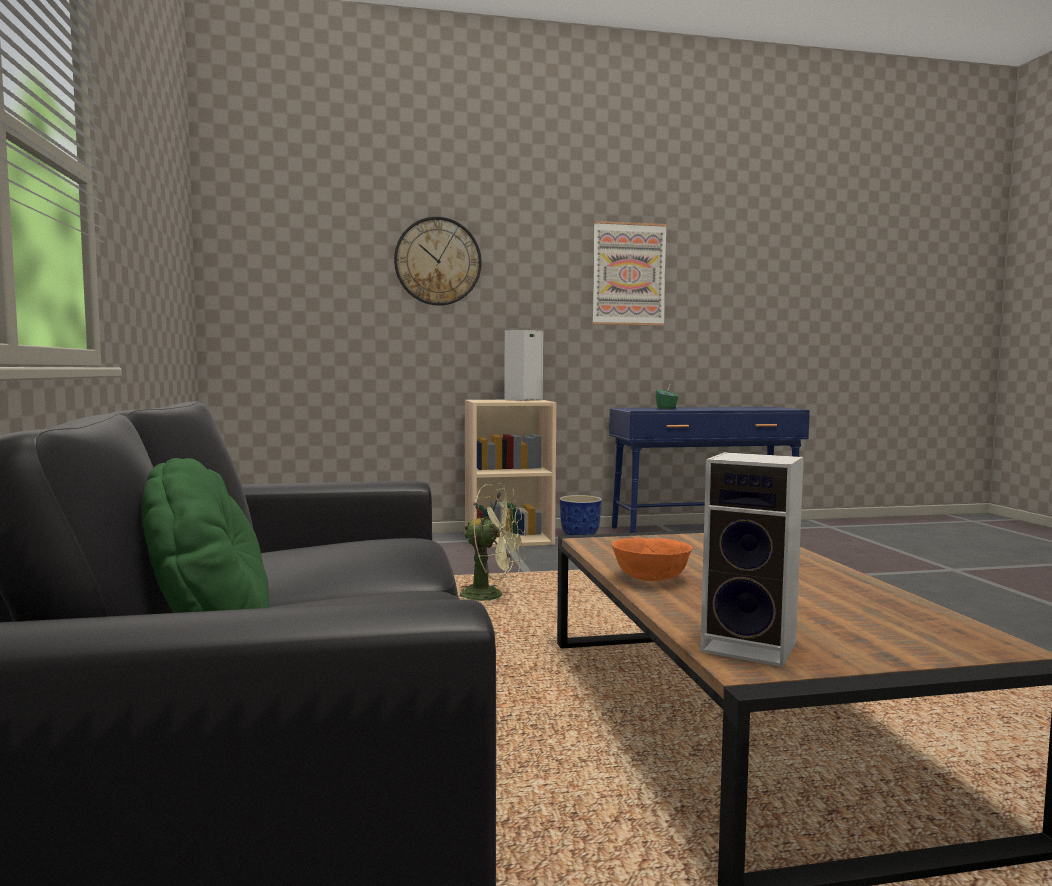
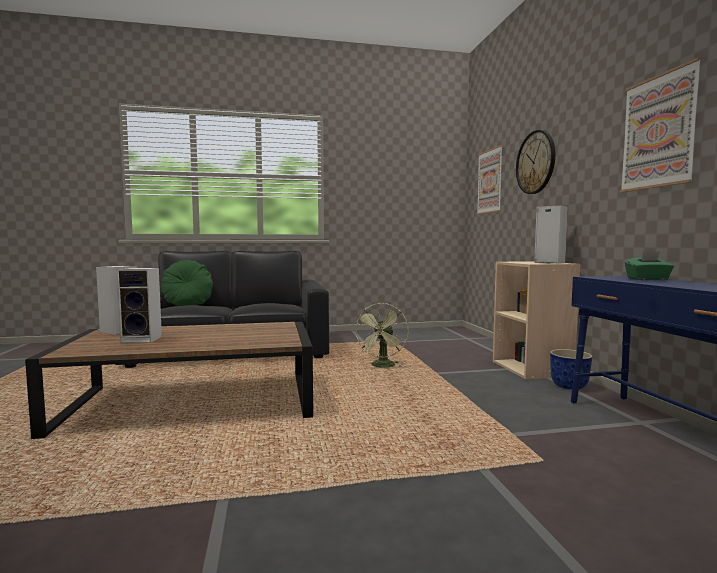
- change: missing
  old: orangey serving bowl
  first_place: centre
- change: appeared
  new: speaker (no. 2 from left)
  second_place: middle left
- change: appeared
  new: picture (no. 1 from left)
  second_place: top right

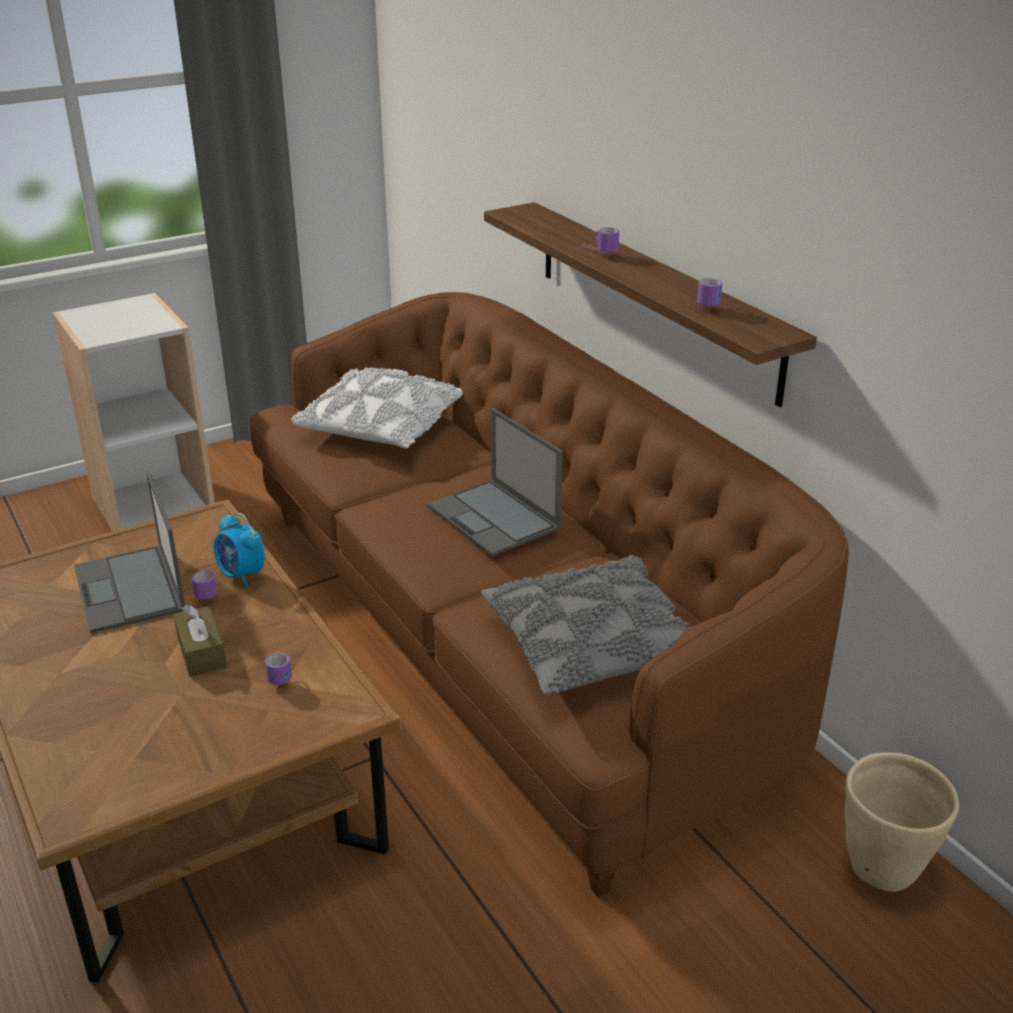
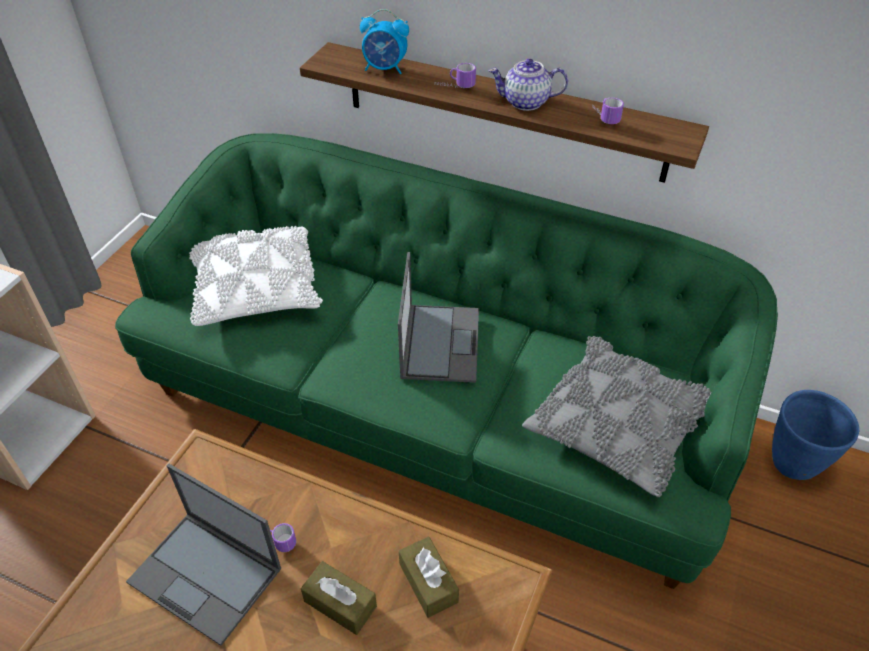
- change: appeared
  new: pot for tea
  second_place: top centre
- change: relocated
  old: alarm clock
  first_place: middle left
  second_place: top centre
- change: exchanged
  old: tea mug (no. 2 from left)
  new: brownish box of tissues (no. 2 from left)
  first_place: middle left
  second_place: bottom centre
- change: colour
  old: brownish settee
  new: greenish settee
  first_place: centre
  second_place: centre
- change: colour
  old: sand-coloured flower pot
  new: blue flower pot
  first_place: bottom right
  second_place: bottom right
- change: spun
  old: notebook computer (no. 2 from left)
  first_place: centre
  second_place: centre
  degrees: -105

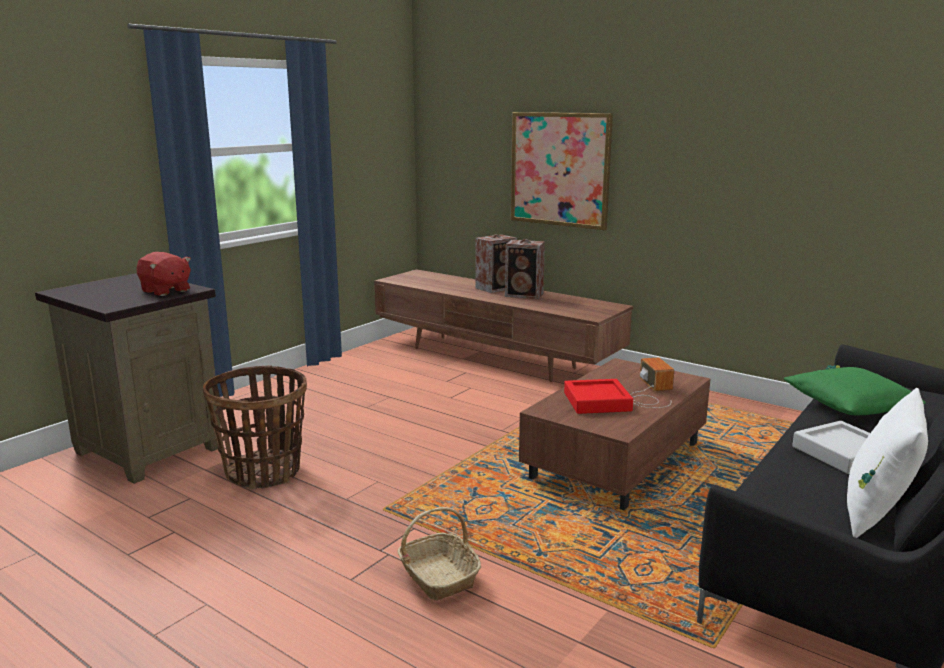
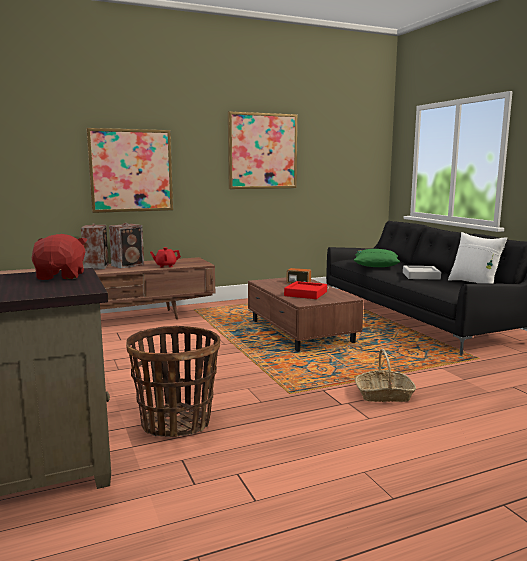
- change: appeared
  new: red-coloured pot for tea
  second_place: middle left
- change: appeared
  new: picture (no. 2 from left)
  second_place: top centre
- change: spun
  old: red-coloured plush toy
  first_place: middle left
  second_place: middle left
  degrees: -75

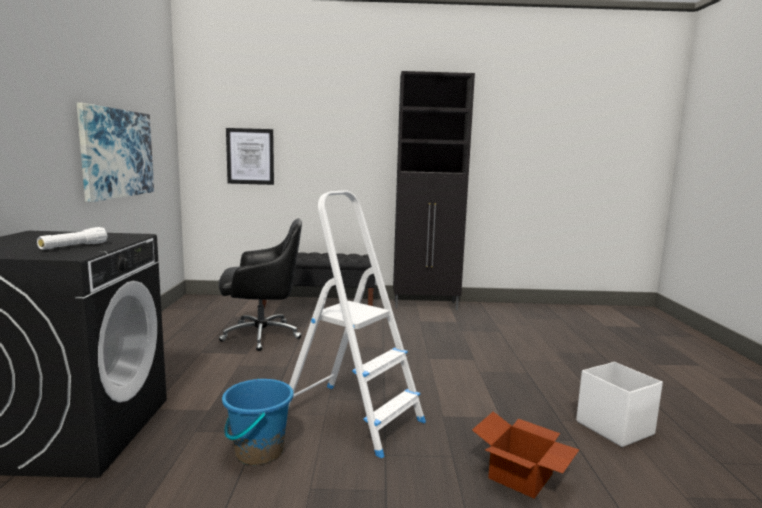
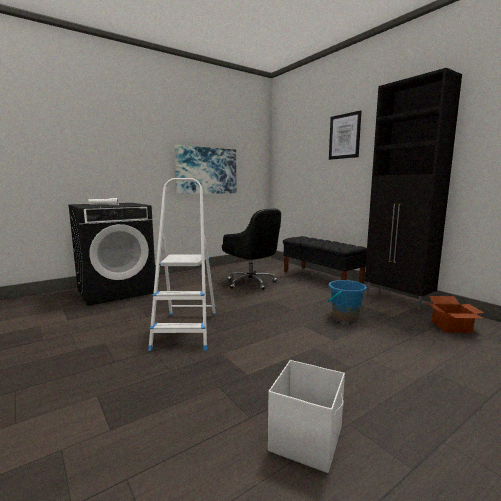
- change: relocated
  old: blue bucket
  first_place: bottom centre
  second_place: middle right
- change: relocated
  old: picture (no. 2 from left)
  first_place: top left
  second_place: top right
- change: relocated
  old: packing box
  first_place: bottom right
  second_place: middle right

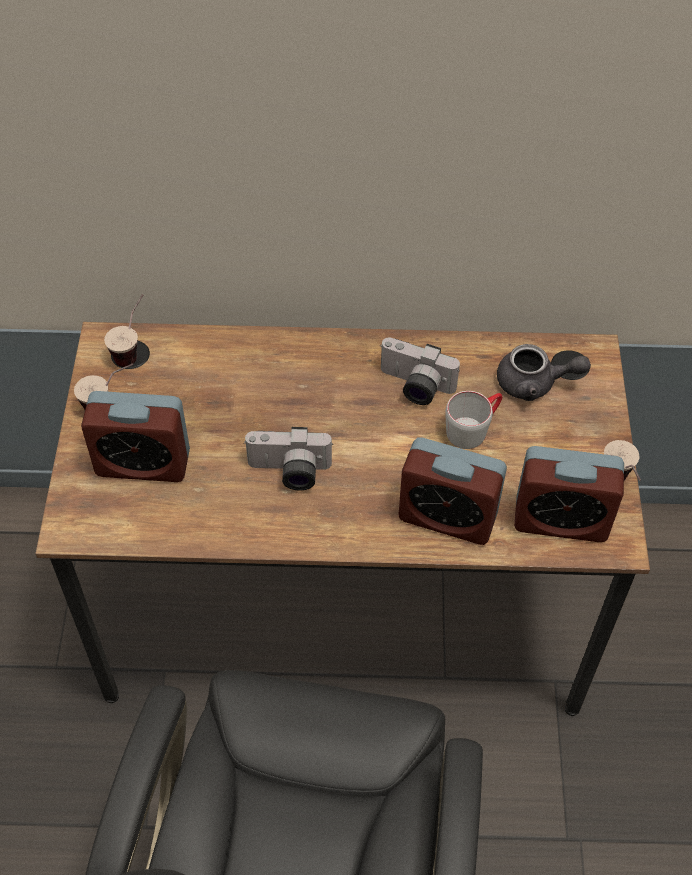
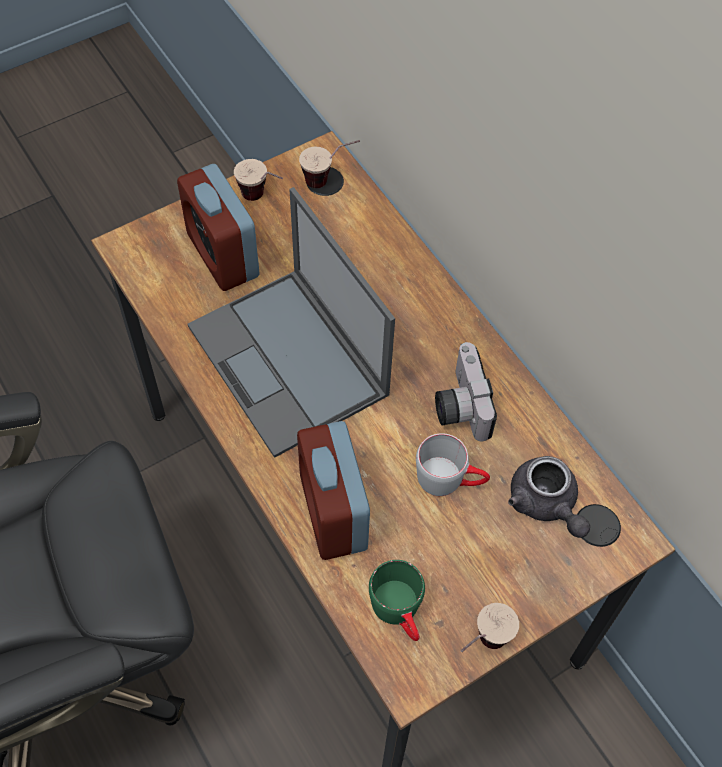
- change: exchanged
  old: still camera (no. 1 from left)
  new: notebook computer
  first_place: centre
  second_place: centre
- change: exchanged
  old: alarm clock (no. 3 from left)
  new: greenish tea mug
  first_place: middle right
  second_place: bottom centre

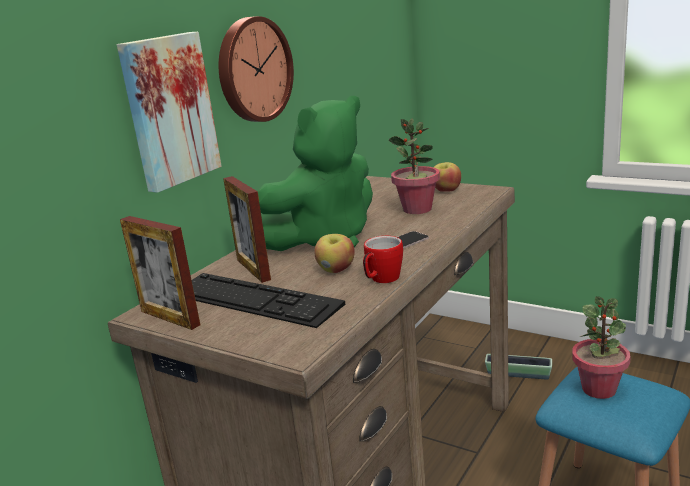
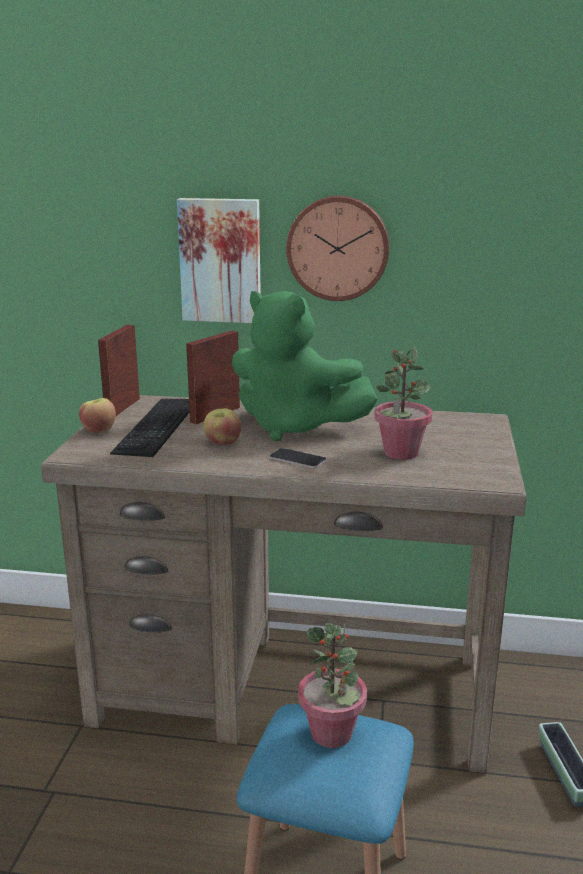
- change: missing
  old: tea mug
  first_place: centre
- change: relocated
  old: apple (no. 2 from left in the first image)
  new: apple (no. 1 from left)
  first_place: centre
  second_place: middle left

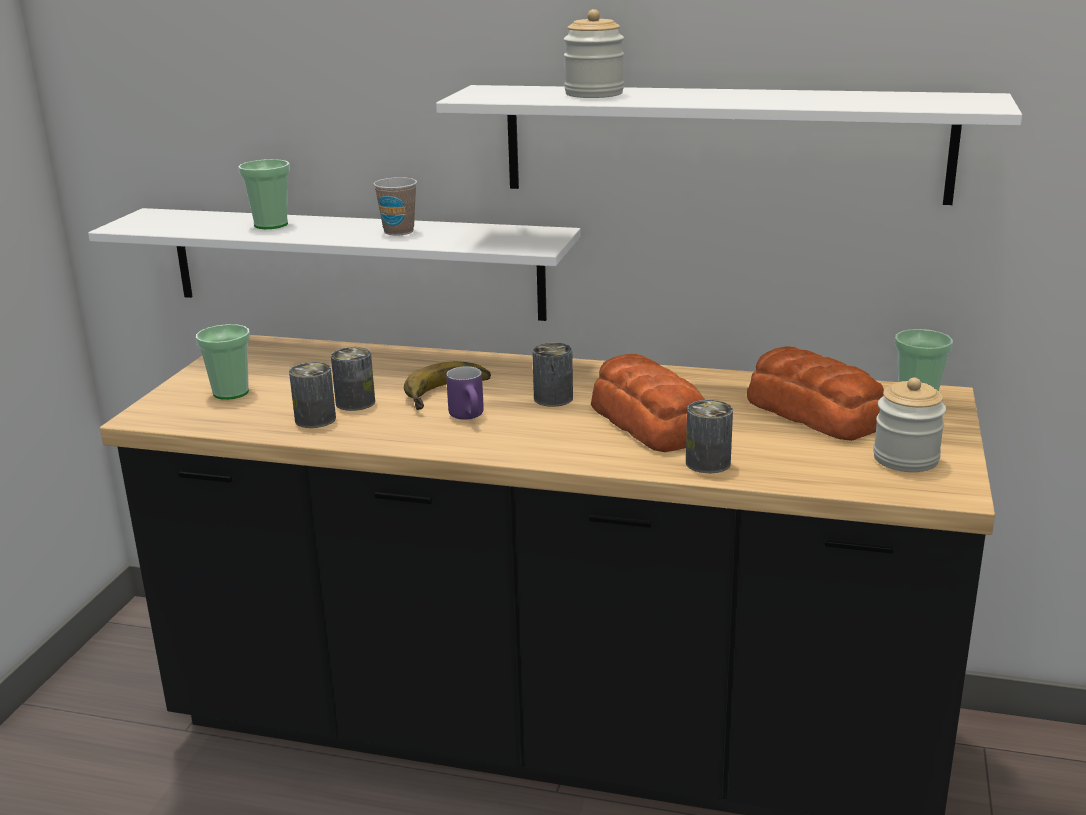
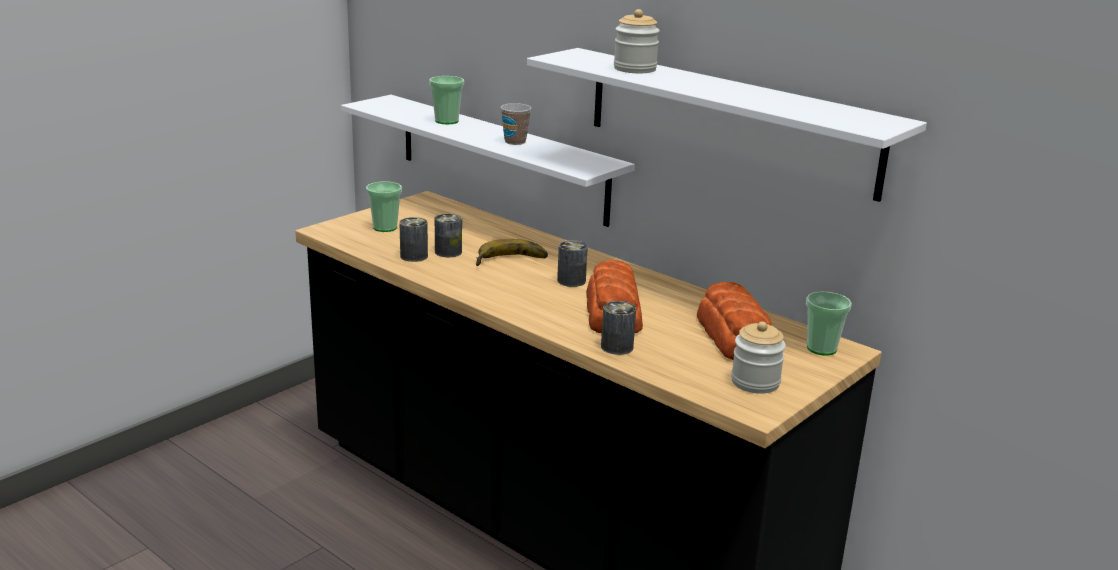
- change: missing
  old: purple tea mug
  first_place: centre

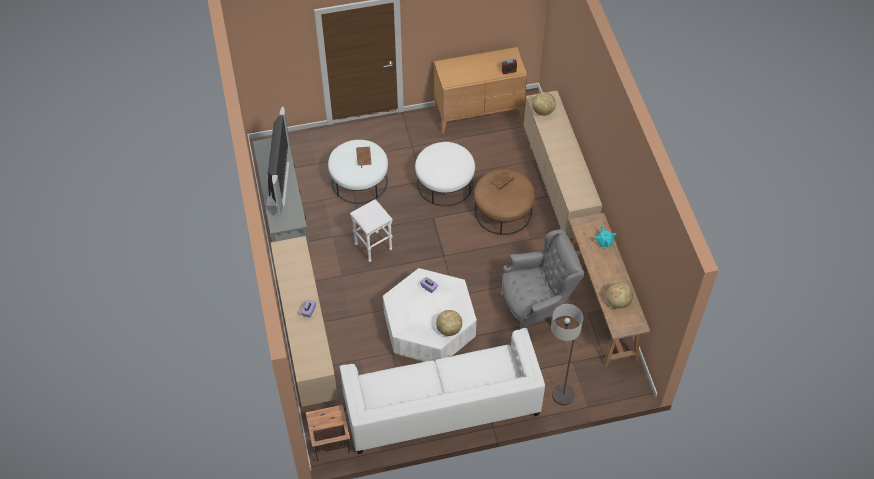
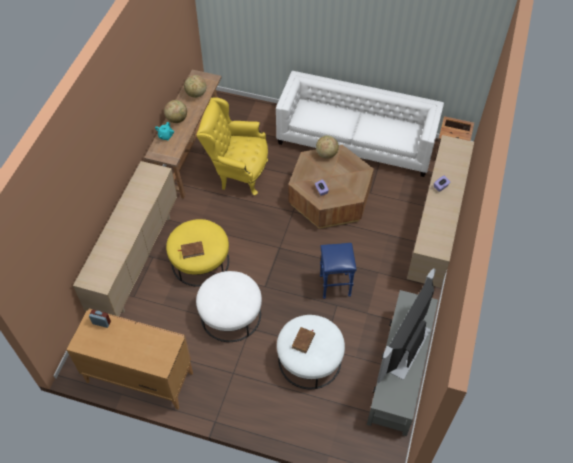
- change: missing
  old: grey floor lamp
  first_place: bottom centre
- change: relocated
  old: world globe (no. 2 from left in the first image)
  new: world globe (no. 1 from left)
  first_place: top centre
  second_place: top left
- change: colour
  old: whitish stool seat
  new: blue stool seat
  first_place: centre
  second_place: centre
- change: colour
  old: whitish low table
  new: brownish low table
  first_place: centre
  second_place: centre
- change: colour
  old: brownish pouffe
  new: yellowish pouffe
  first_place: centre
  second_place: centre
- change: colour
  old: grey lounge chair
  new: yellowish lounge chair
  first_place: centre
  second_place: top centre

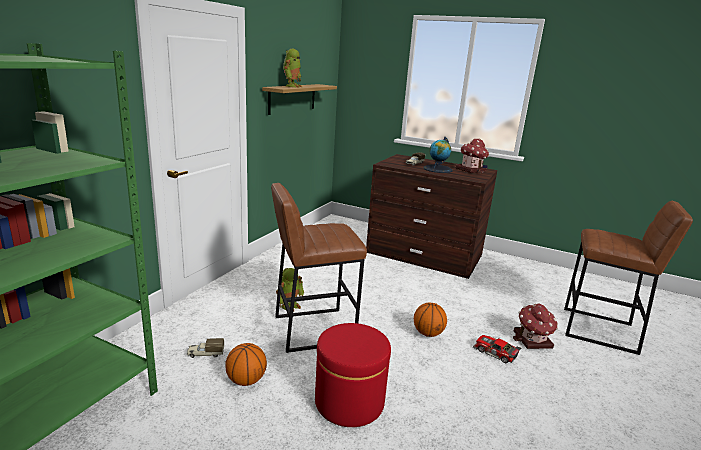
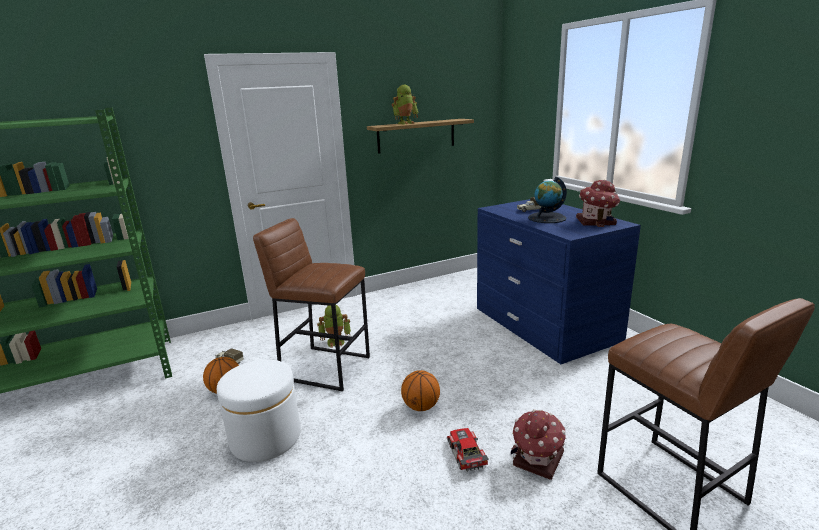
- change: colour
  old: red-coloured pouffe
  new: whitish pouffe
  first_place: bottom centre
  second_place: bottom left
- change: colour
  old: brownish drawer chest
  new: blue drawer chest
  first_place: centre
  second_place: middle right

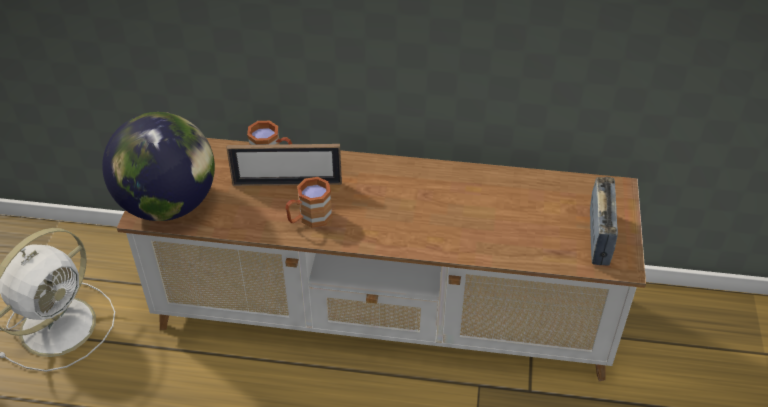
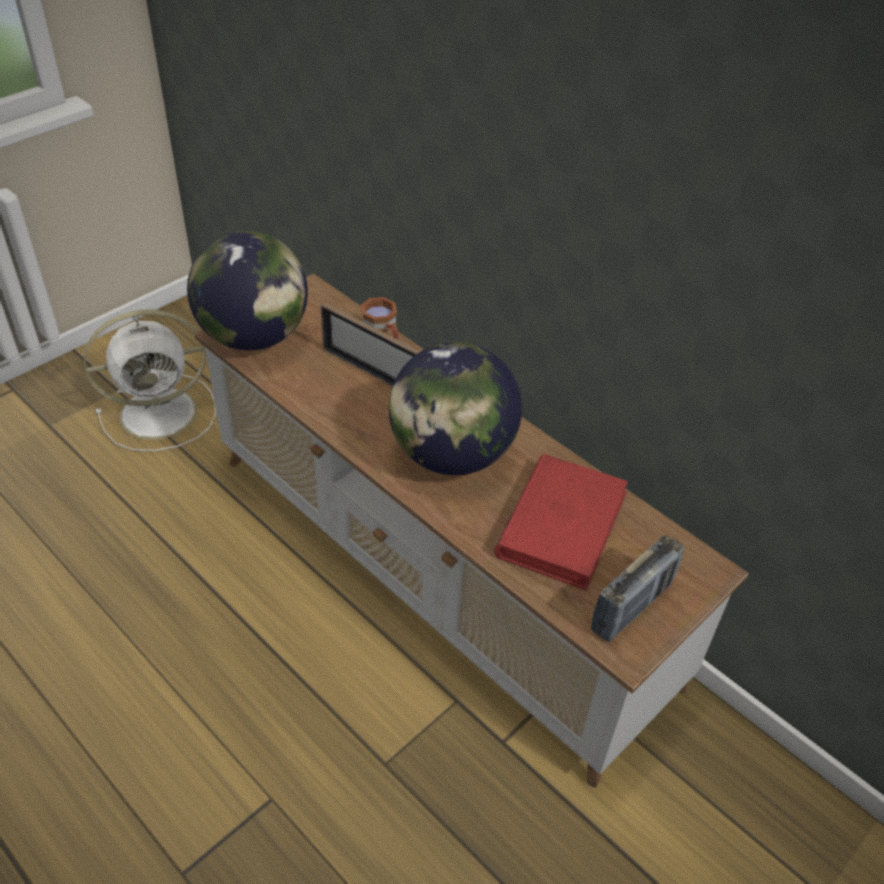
- change: missing
  old: brownish tea mug (no. 2 from left)
  first_place: centre
- change: appeared
  new: world globe (no. 2 from left)
  second_place: centre
- change: appeared
  new: red-coloured volume
  second_place: centre

